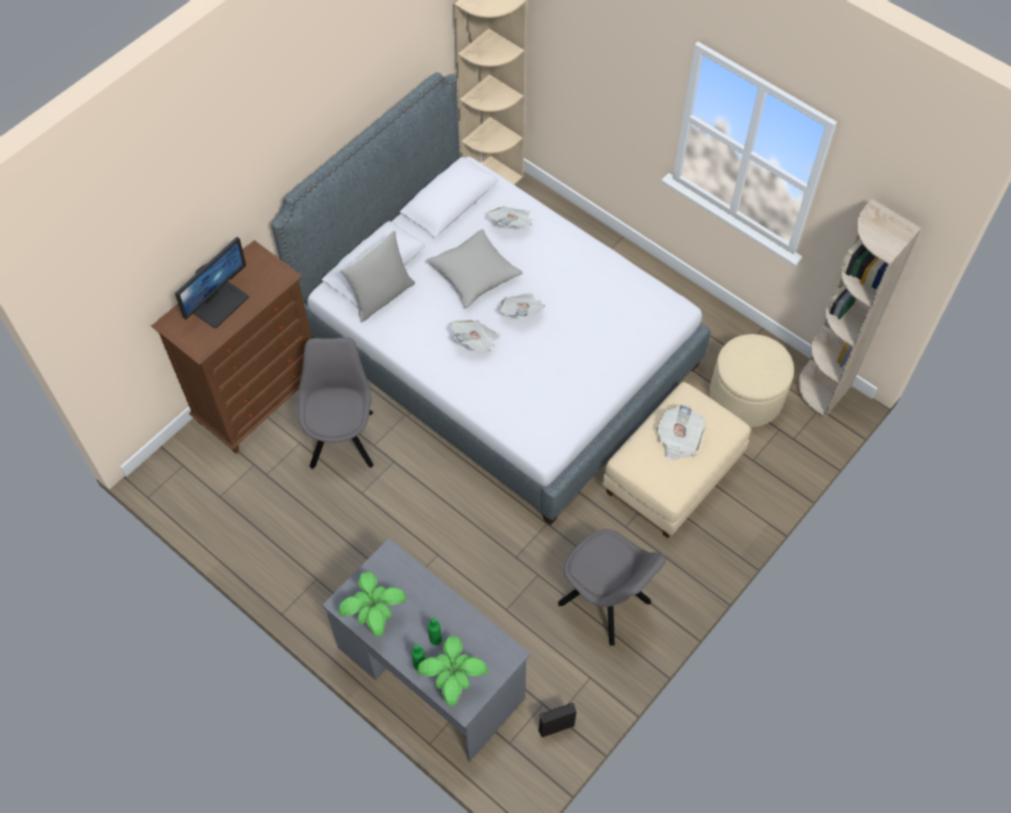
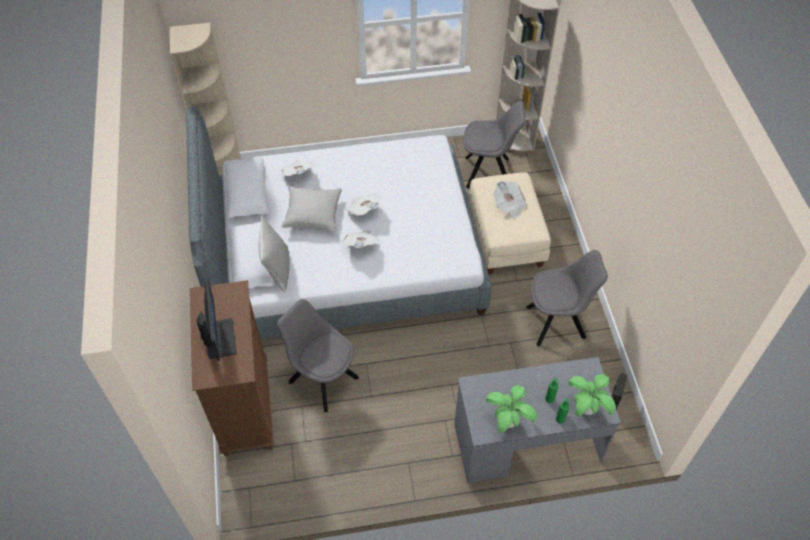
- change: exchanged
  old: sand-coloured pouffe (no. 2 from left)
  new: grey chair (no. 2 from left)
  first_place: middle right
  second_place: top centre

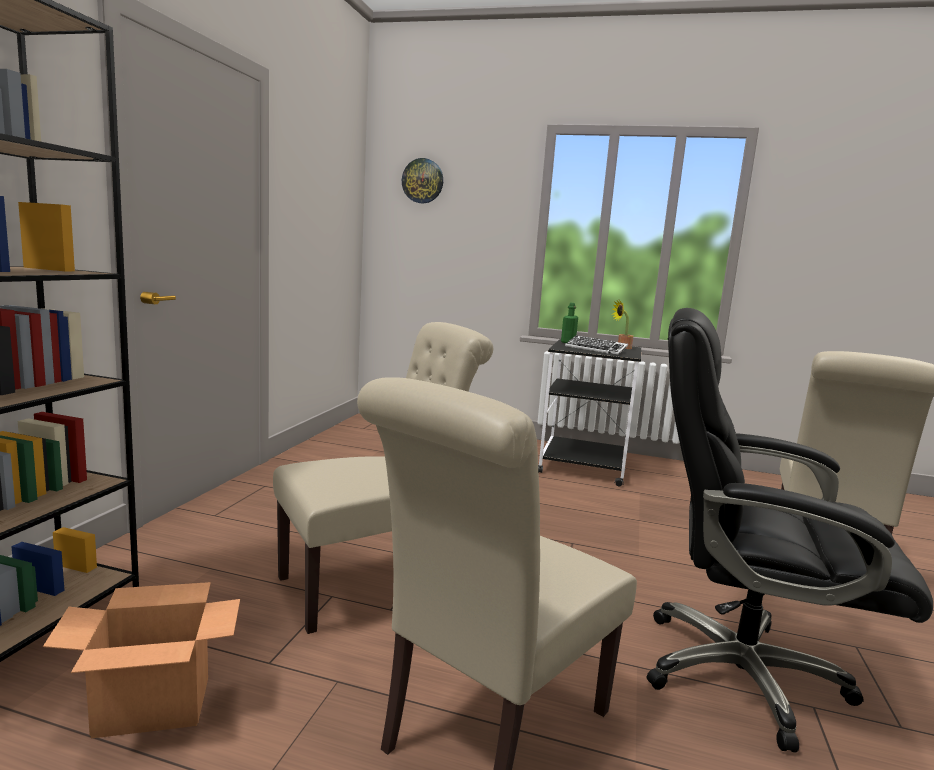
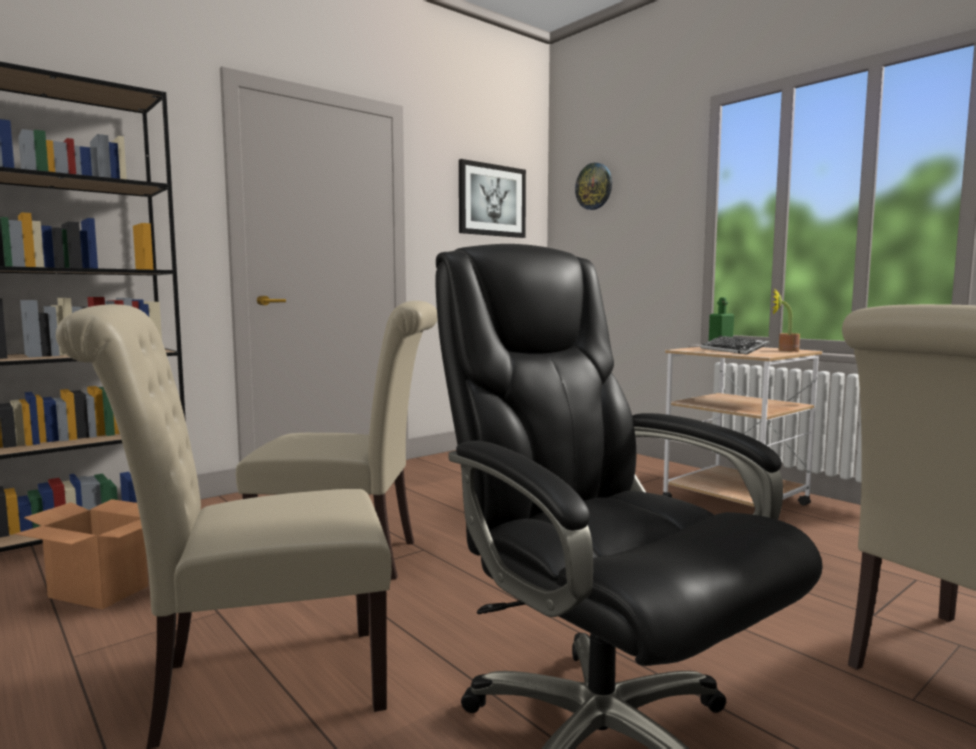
- change: appeared
  new: picture
  second_place: top centre
- change: colour
  old: blackish wheeled cart
  new: sand-coloured wheeled cart
  first_place: centre
  second_place: middle right

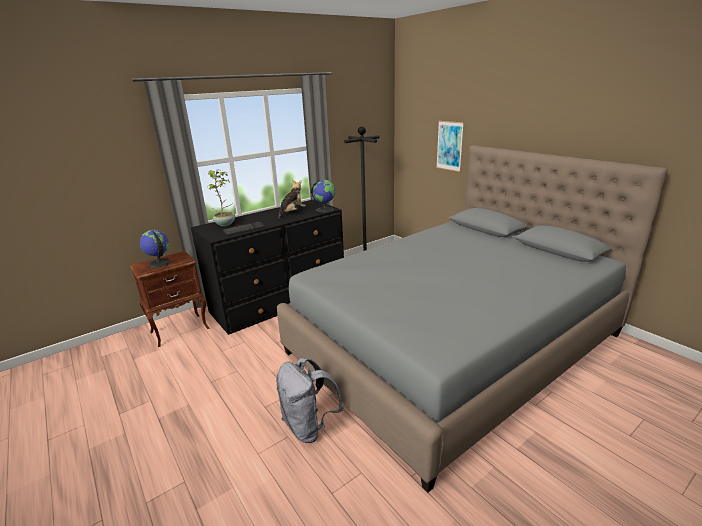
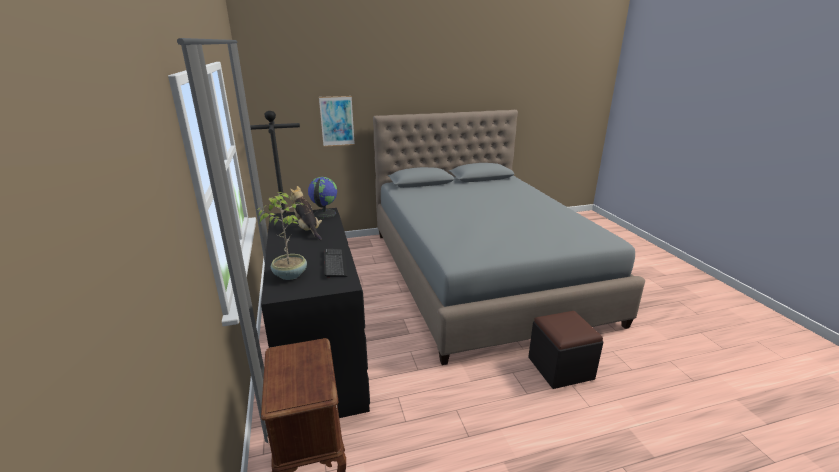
- change: missing
  old: world globe (no. 1 from left)
  first_place: middle left
- change: exchanged
  old: grey rucksack
  new: blackish pouffe
  first_place: bottom centre
  second_place: bottom right

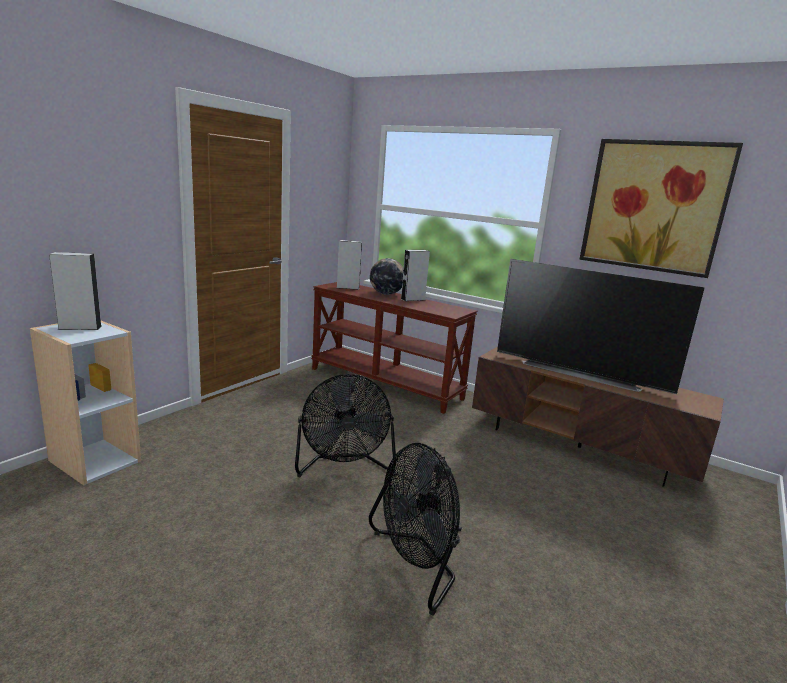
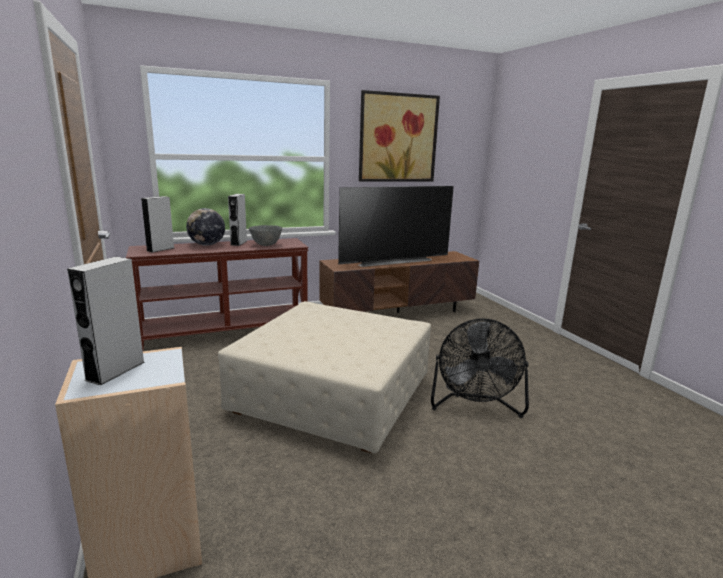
- change: appeared
  new: grey serving bowl
  second_place: centre
- change: exchanged
  old: blackish fan (no. 1 from left)
  new: sand-coloured pouffe
  first_place: centre
  second_place: centre

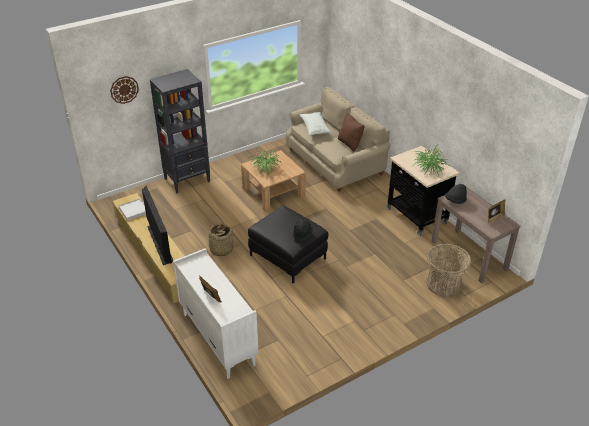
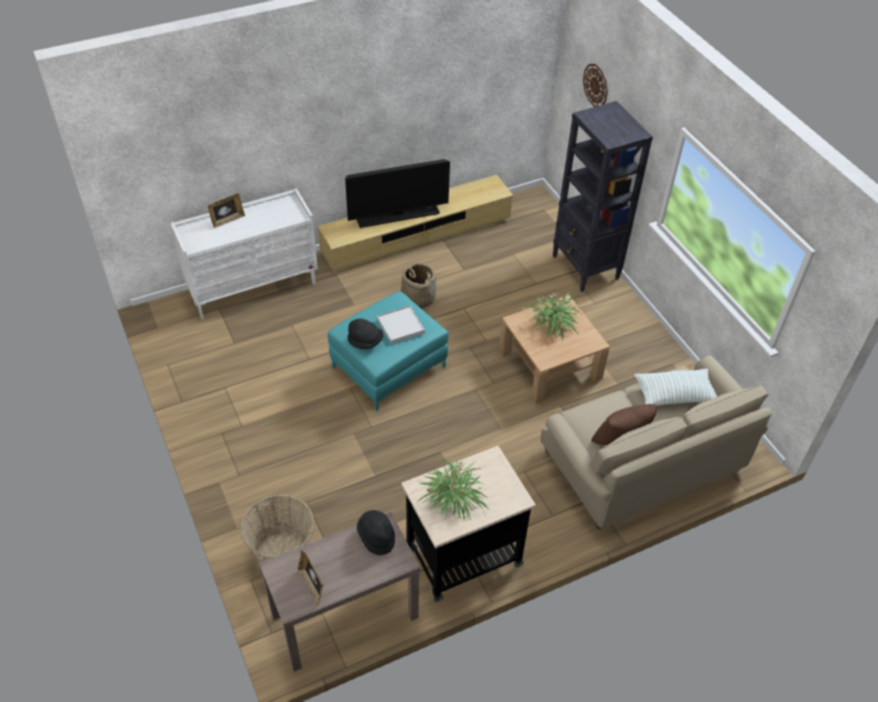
- change: relocated
  old: whitish serving tray
  first_place: middle left
  second_place: centre
- change: colour
  old: blackish pouffe
  new: blue-green pouffe
  first_place: centre
  second_place: centre

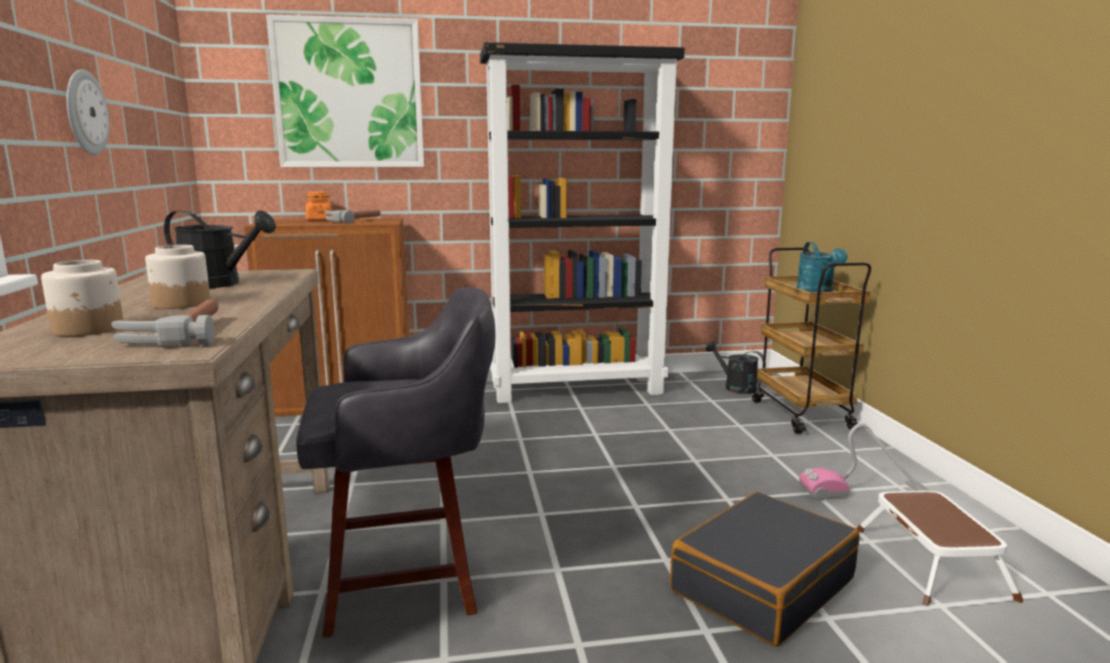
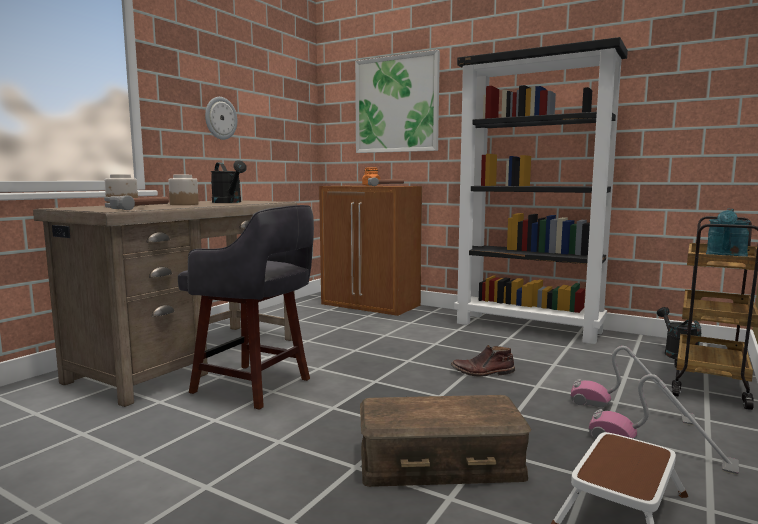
- change: appeared
  new: brownish boot
  second_place: bottom centre
- change: appeared
  new: vacuum cleaner (no. 1 from left)
  second_place: bottom right
- change: exchanged
  old: blackish suitcase
  new: brownish storage container
  first_place: bottom right
  second_place: bottom centre

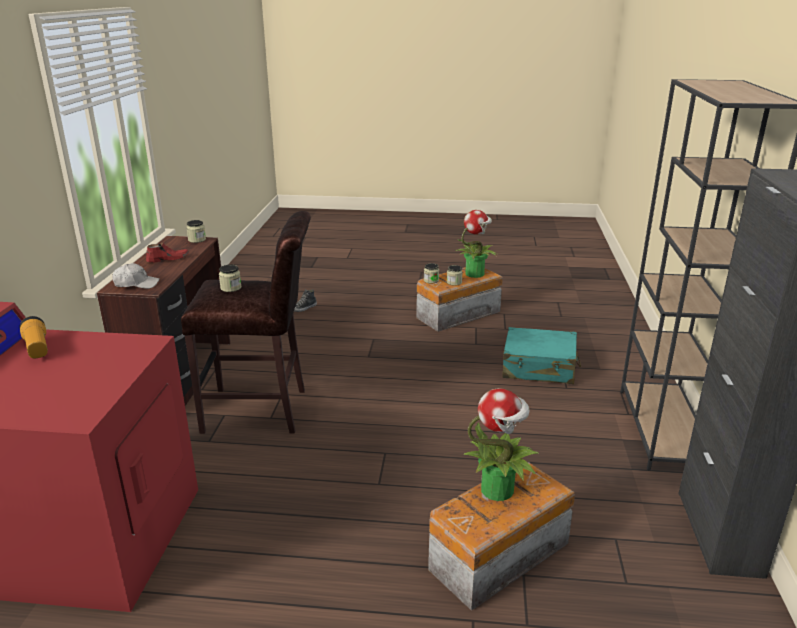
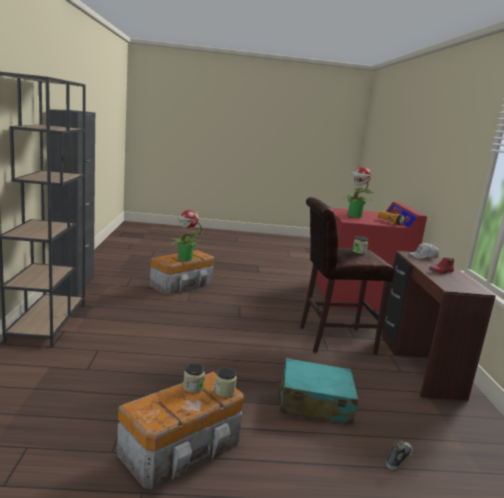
- change: missing
  old: storage jar (no. 1 from left)
  first_place: middle left
- change: relocated
  old: houseplant (no. 1 from left in the first image)
  new: houseplant (no. 2 from left)
  first_place: centre
  second_place: middle right
- change: relocated
  old: blue-green suitcase
  first_place: middle right
  second_place: bottom centre

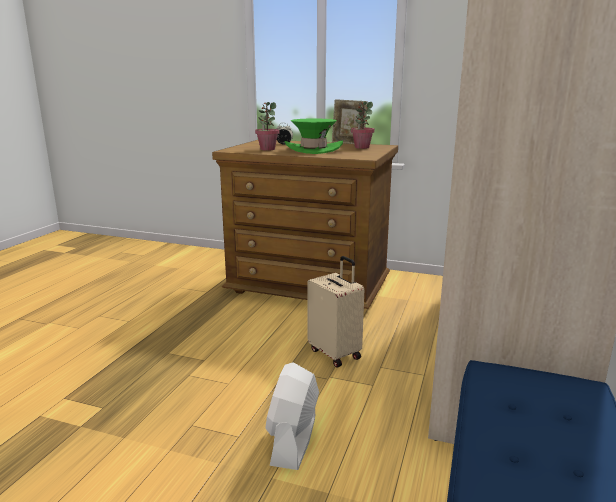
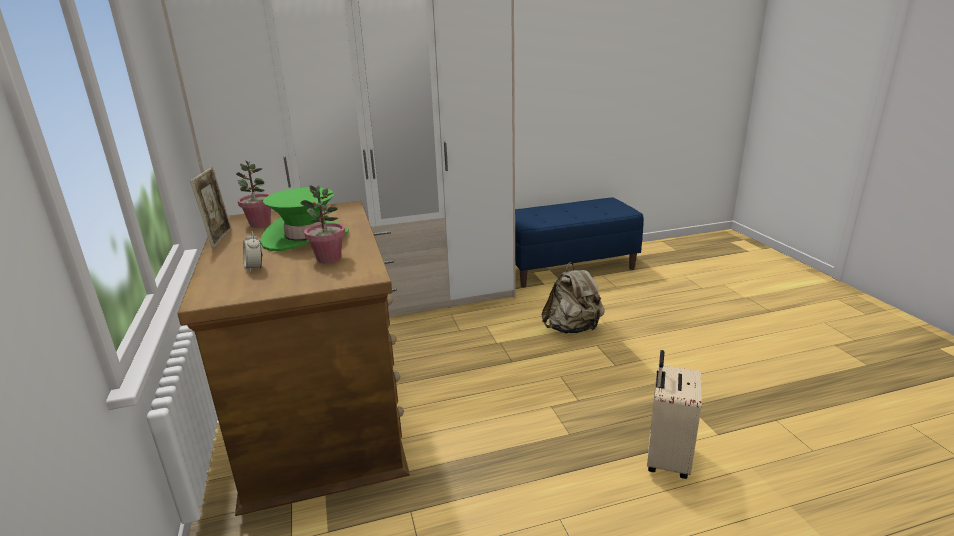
- change: relocated
  old: sand-coloured suitcase
  first_place: centre
  second_place: bottom right
- change: exchanged
  old: whitish fan
  new: sand-coloured rucksack
  first_place: bottom centre
  second_place: centre

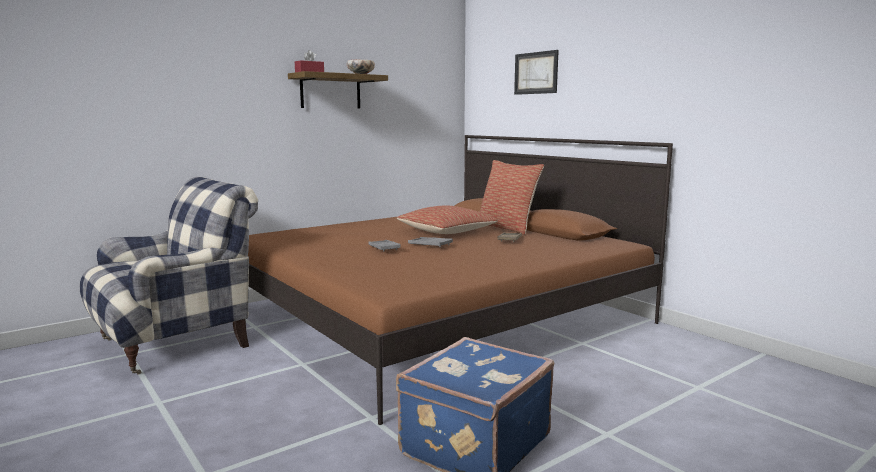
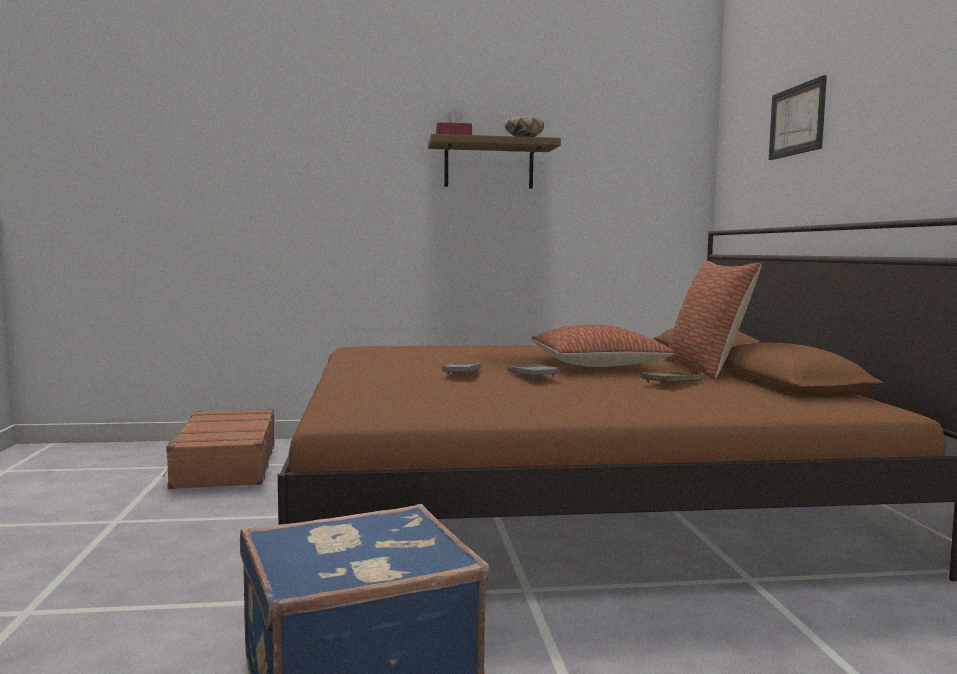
- change: exchanged
  old: lounge chair
  new: brownish suitcase
  first_place: middle left
  second_place: middle left

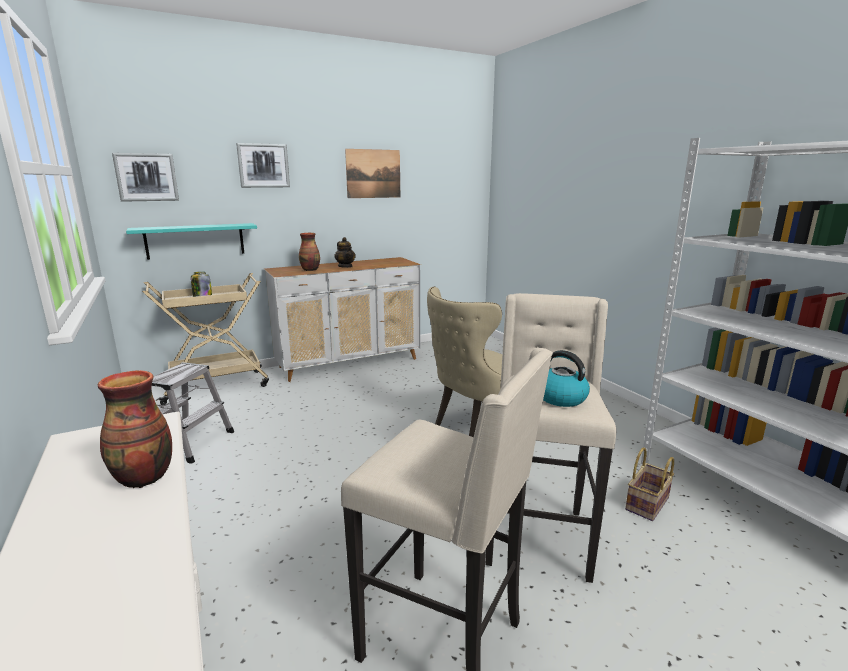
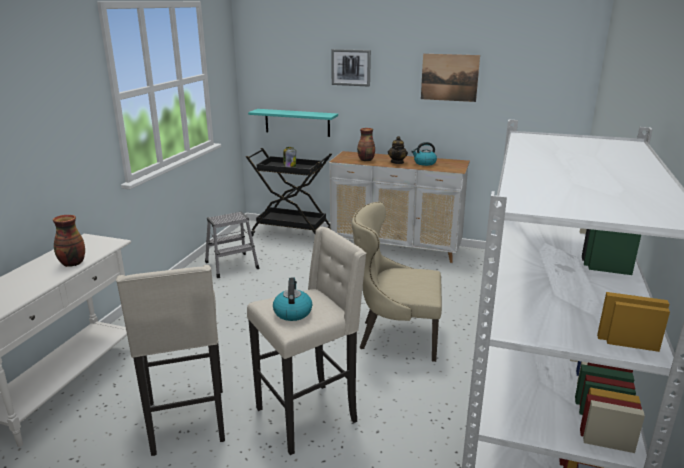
- change: missing
  old: picture (no. 1 from left)
  first_place: top left
- change: missing
  old: basket
  first_place: bottom right
- change: appeared
  new: tea kettle (no. 2 from left)
  second_place: top centre
- change: colour
  old: sand-coloured wheeled cart
  new: blackish wheeled cart
  first_place: middle left
  second_place: centre

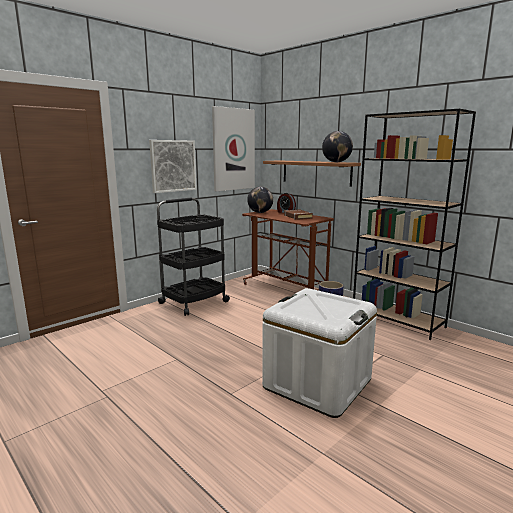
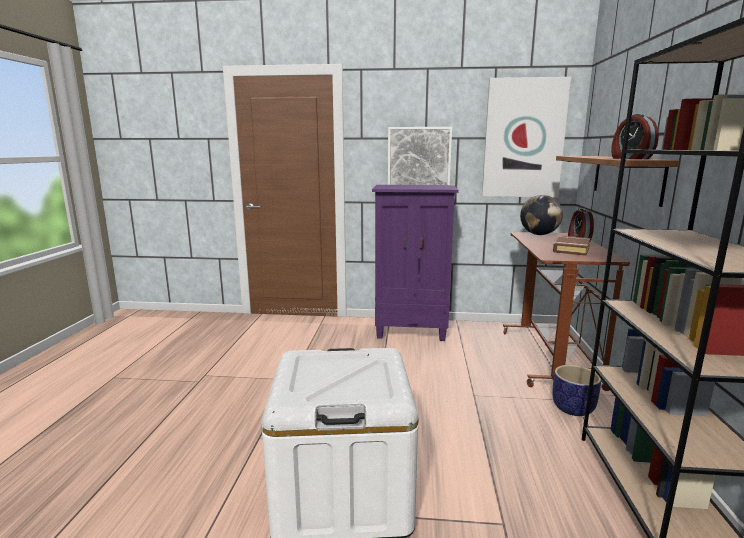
- change: exchanged
  old: blackish wheeled cart
  new: purple storage cabinet
  first_place: centre
  second_place: centre
- change: exchanged
  old: world globe (no. 2 from left)
  new: alarm clock (no. 2 from left)
  first_place: top centre
  second_place: top right

